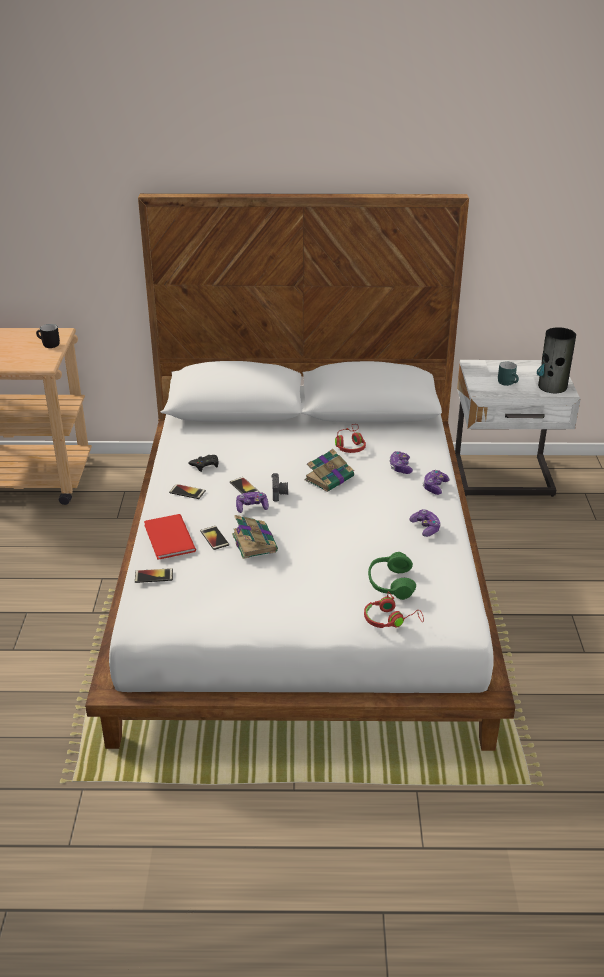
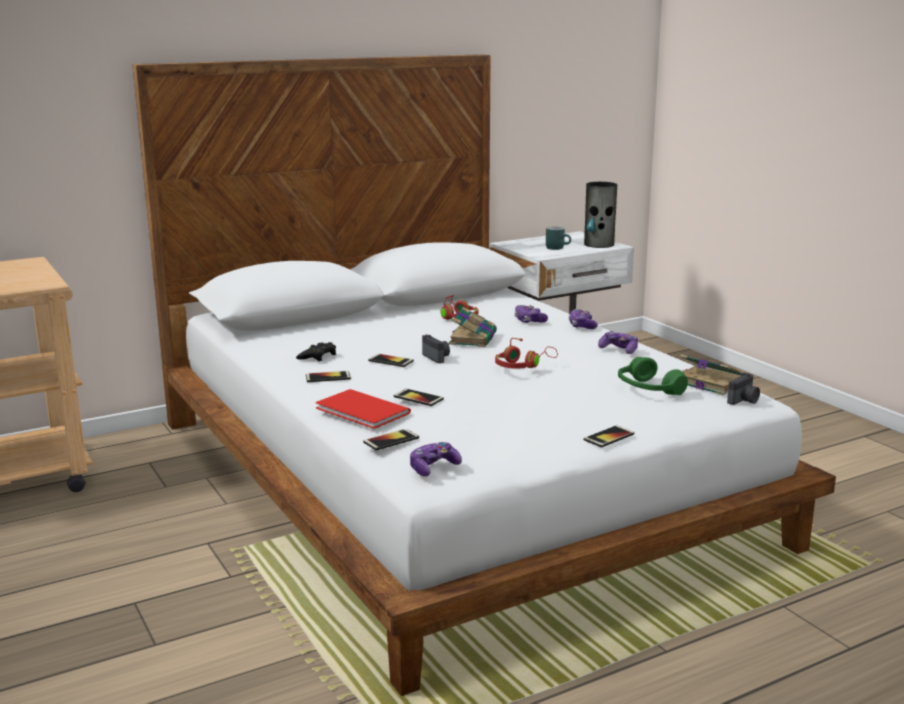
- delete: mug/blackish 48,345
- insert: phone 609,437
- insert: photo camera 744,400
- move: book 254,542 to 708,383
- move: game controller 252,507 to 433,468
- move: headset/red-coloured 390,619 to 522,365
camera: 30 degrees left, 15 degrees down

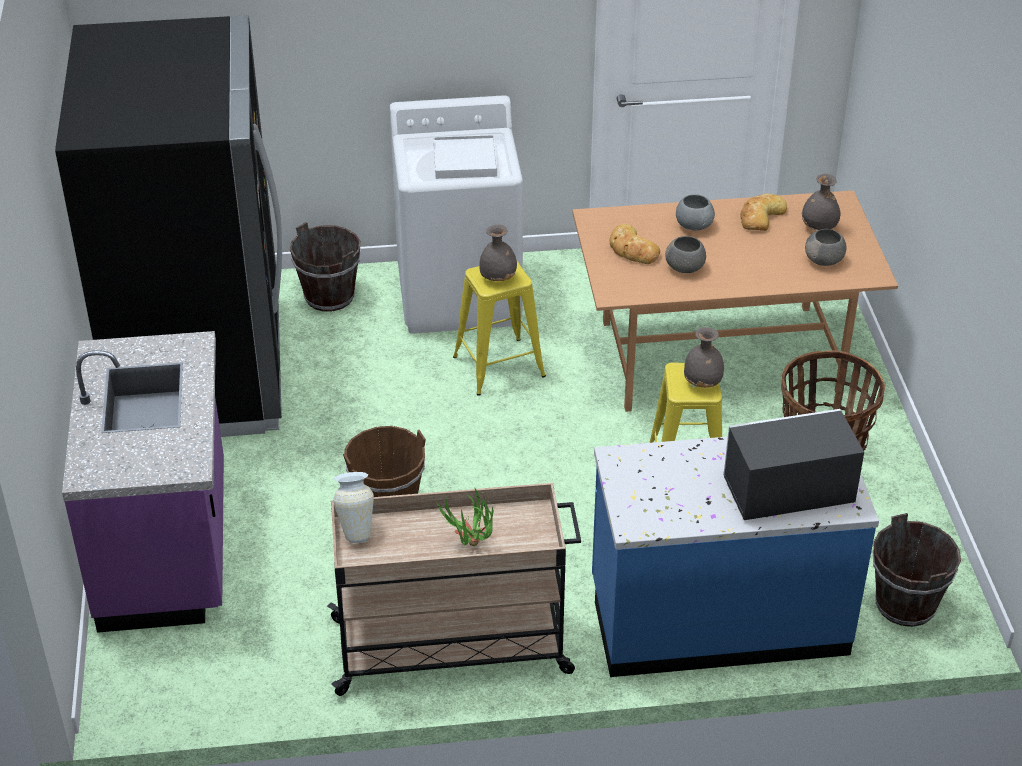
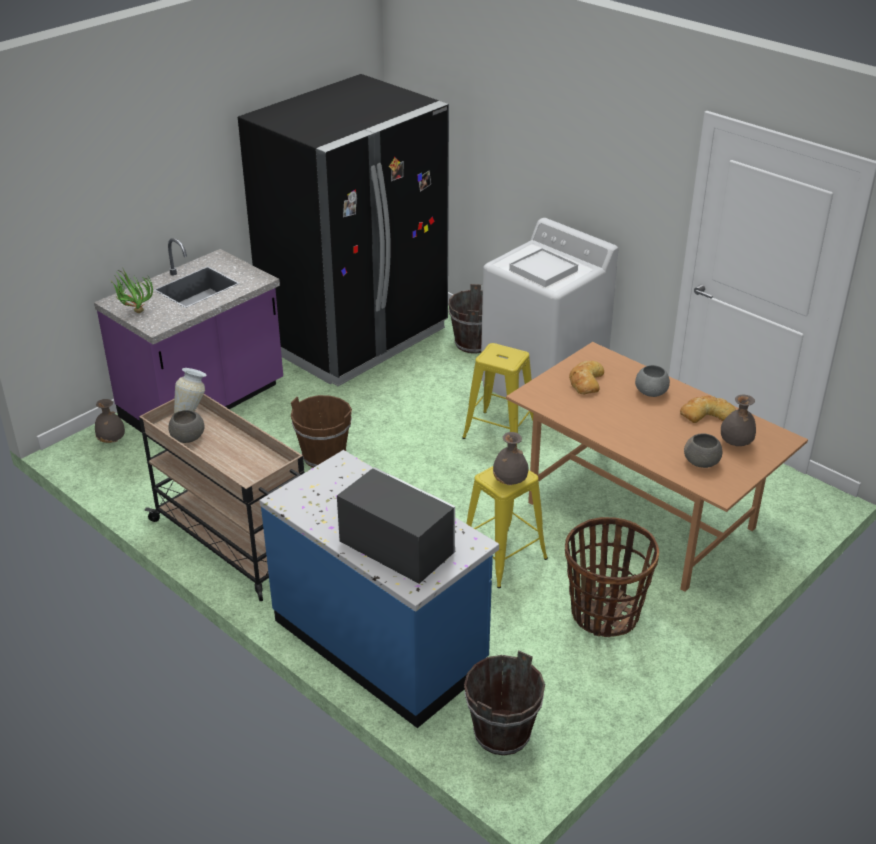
- move: houseplant 470,549 to 134,313
- move: flower vase/grey 498,278 to 112,440
- move: bowl/grey 685,267 to 187,438
camera: 50 degrees right, 5 degrees down

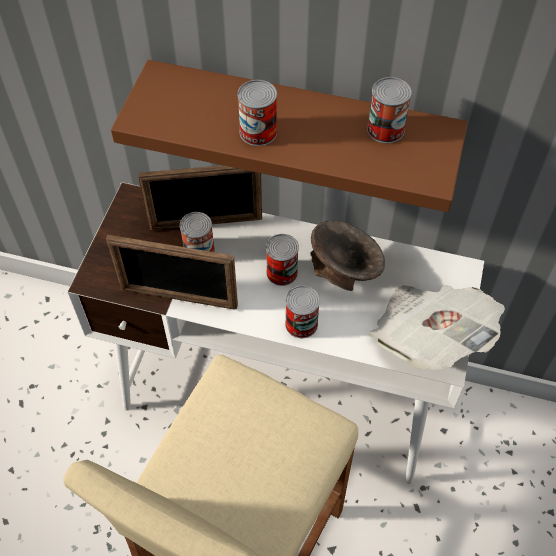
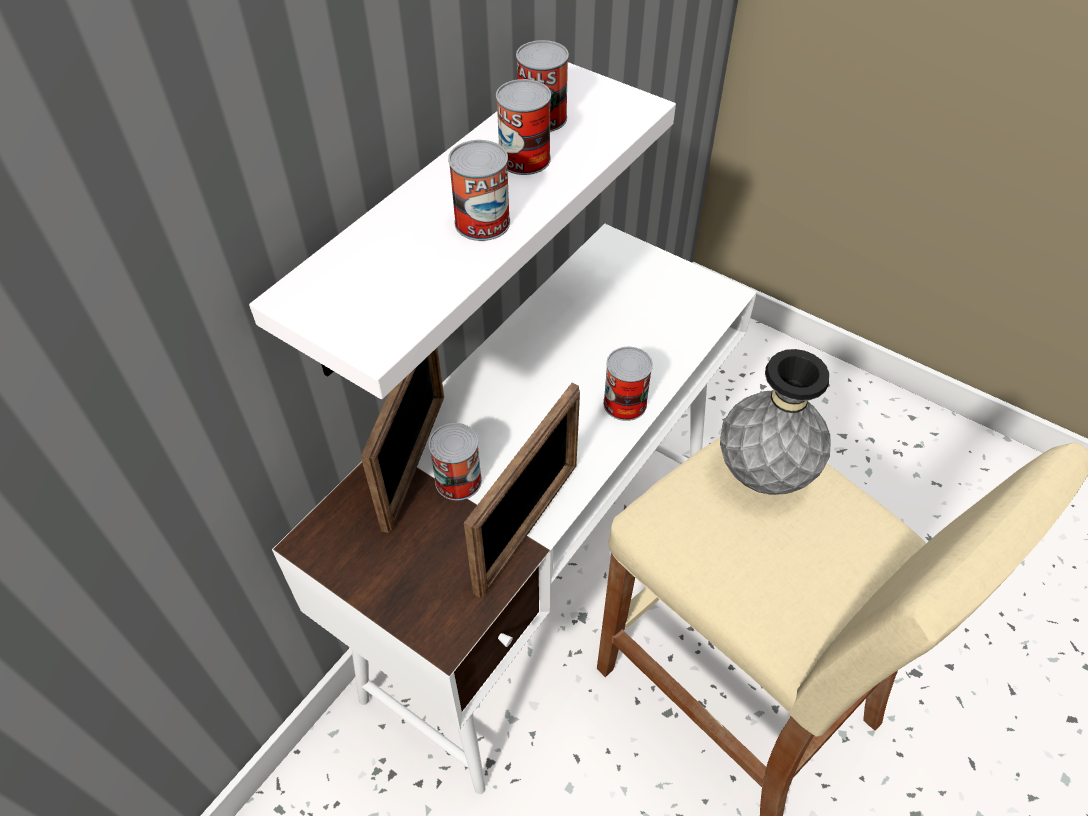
- delete: bowl/grey 344,271
- delete: daily paper 429,337
- insert: flower vase/grey 763,473
- move: sealed can 282,272 to 524,159
- recolor: shelf/brown-coloured 301,124 to shelf/whitish 433,222
camera: 70 degrees left, 5 degrees down

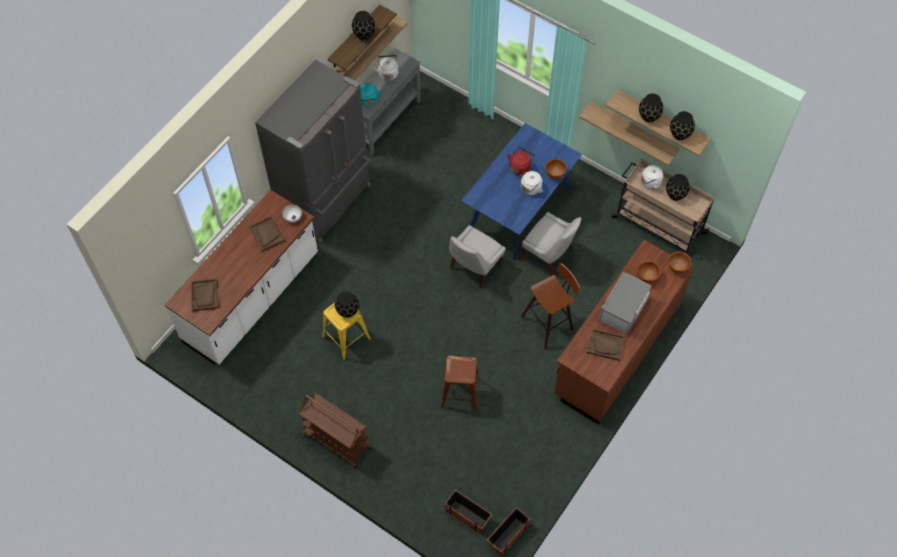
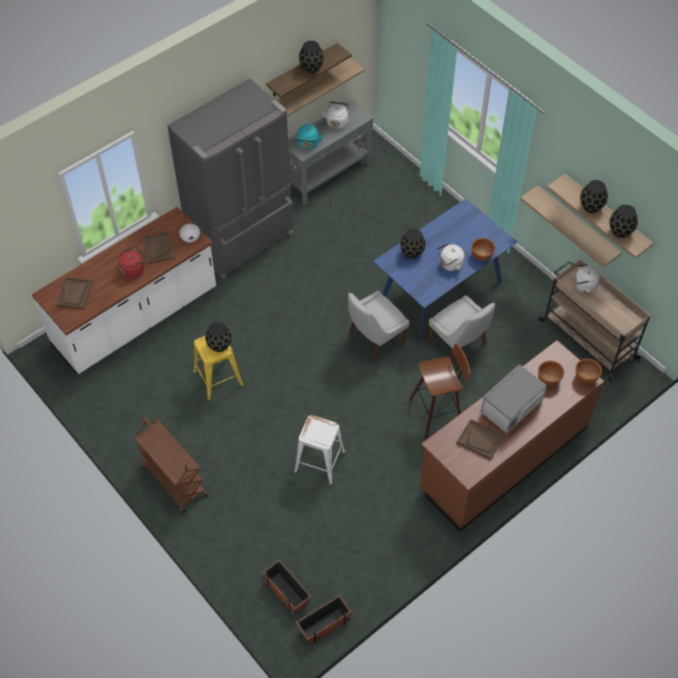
- move: kettle/red-coloured 520,167 to 134,269
- move: flower vase/blackish 676,195 to 412,253
- recolor: sitting stool/brown-coloured 460,393 to sitting stool/whitish 319,462
camera: 15 degrees right, 5 degrees down

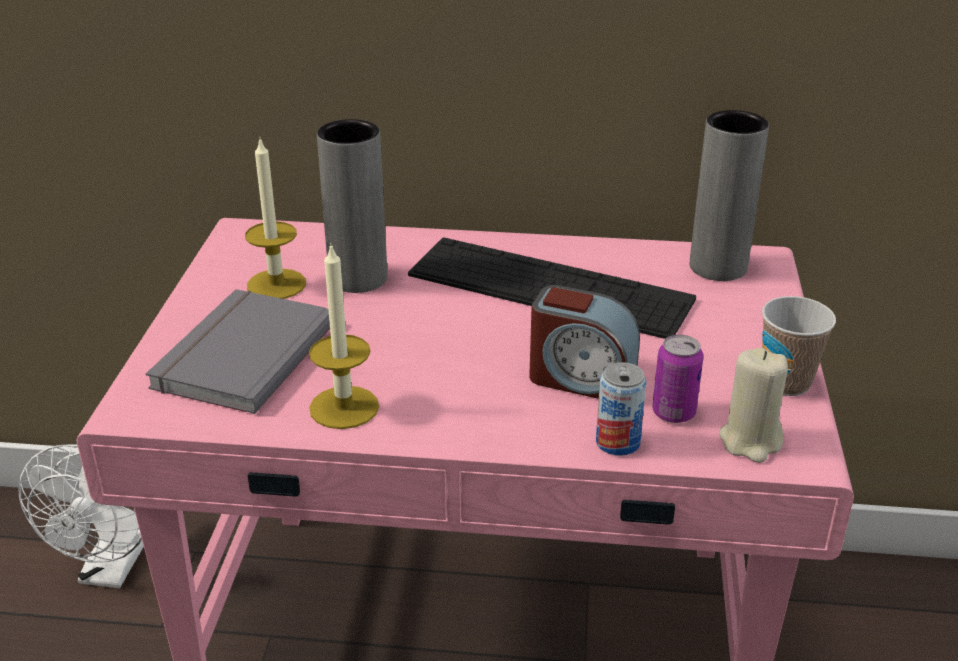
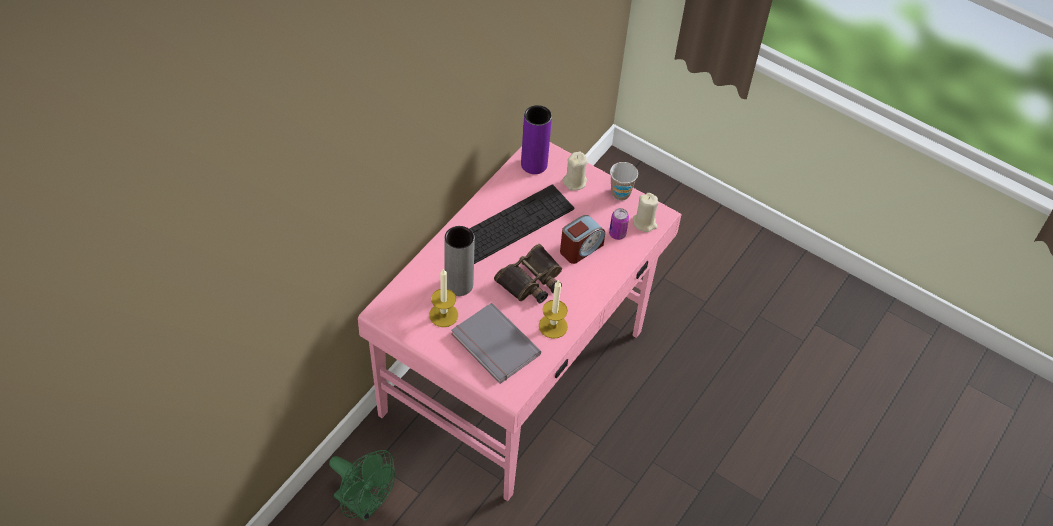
- delete: sealed can 617,442
- insert: pair of binoculars 532,281
- insert: candle/beige 575,182
- recolor: cooling fan/whitish 111,570 to cooling fan/green-coloured 364,505
- recolor: flower vase/grey 718,267 to flower vase/purplish 534,164
camera: 65 degrees left, 20 degrees up

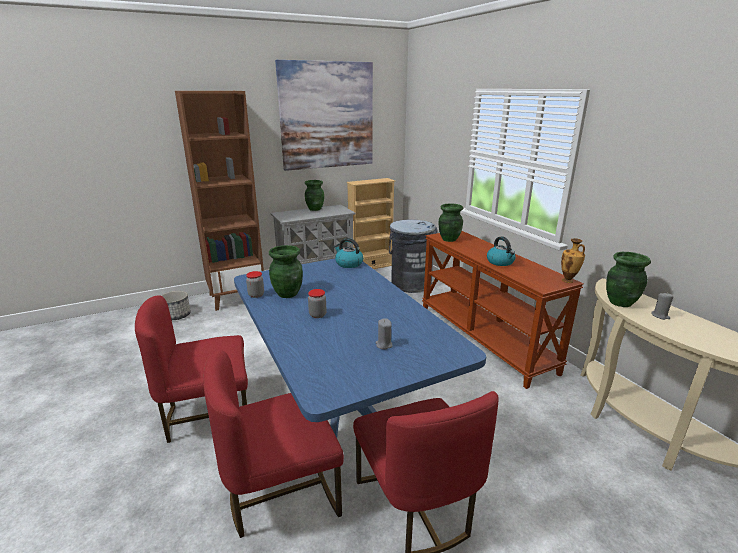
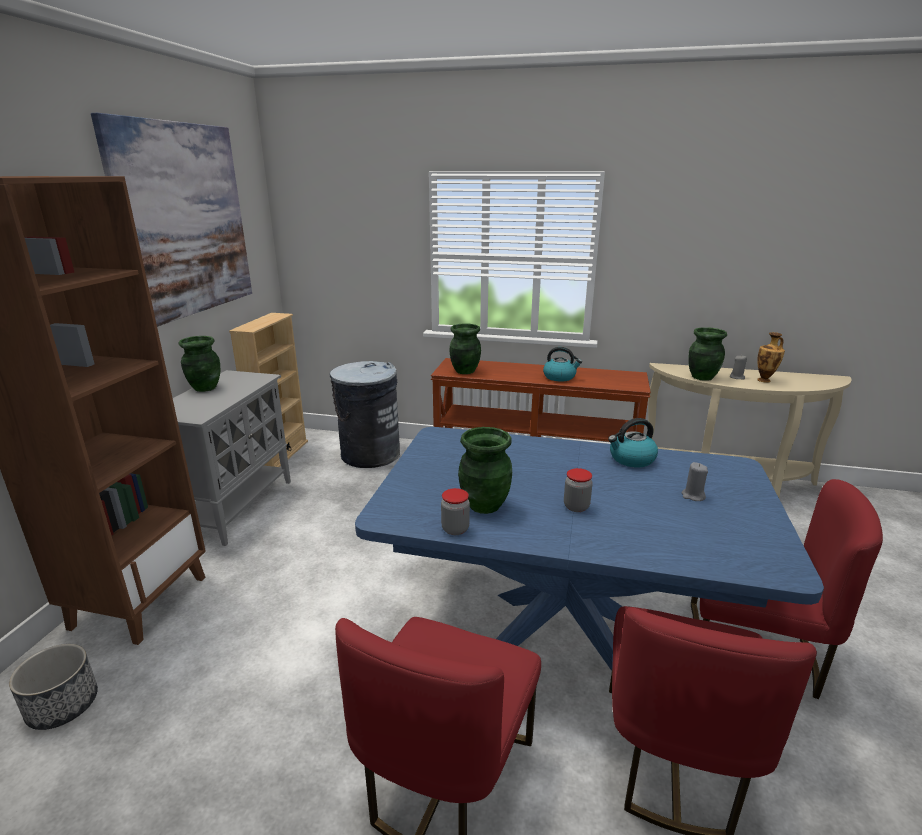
- move: kettle 348,264 to 631,459
- move: flower vase 568,281 to 765,380
camera: 50 degrees left, 0 degrees up

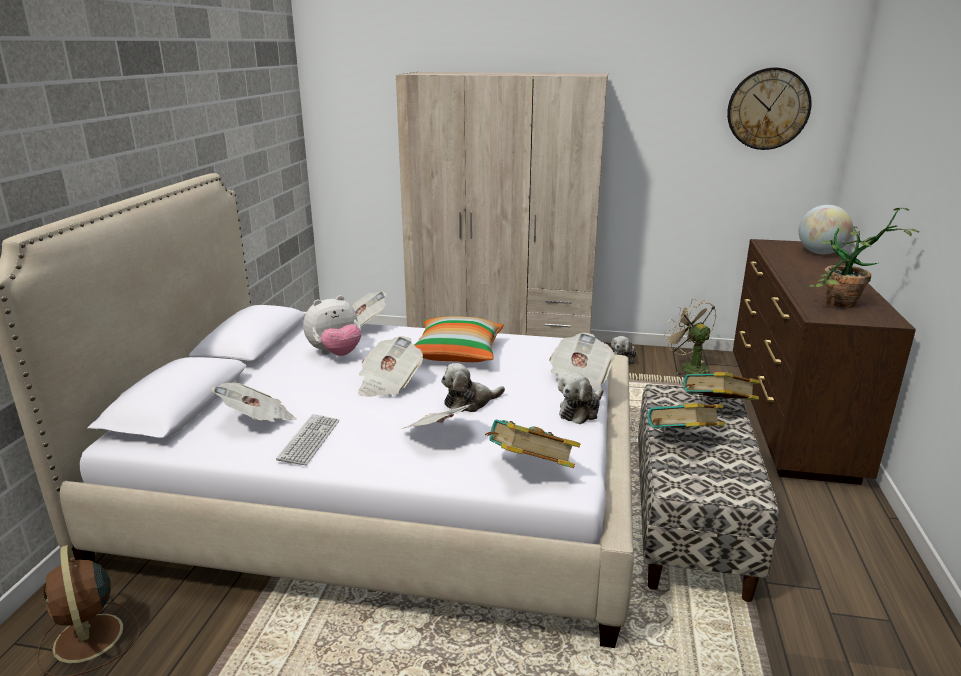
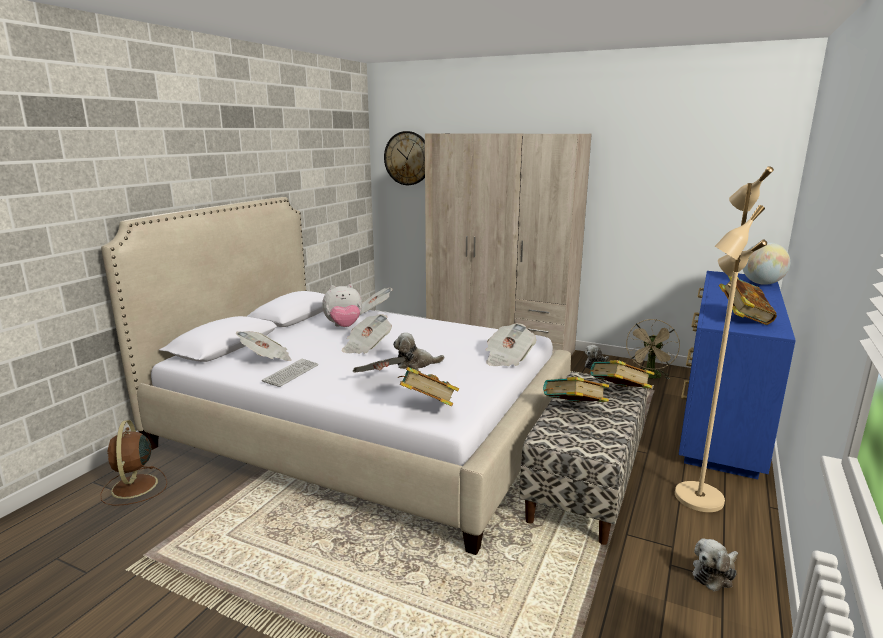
- delete: cushion 456,353
- insert: floor lamp/beige 697,497
- move: soft toy 580,411 to 714,574
- move: wall clock 768,109 to 407,158
- replace: houseplant 843,306 to book 743,319
- recolor: chest of drawers/brown-coloured 789,415 to chest of drawers/bluish 721,420
- rotate: cooling fan/beige 688,367 = 649,376 135 degrees counterclockwise
camera: 15 degrees right, 5 degrees down

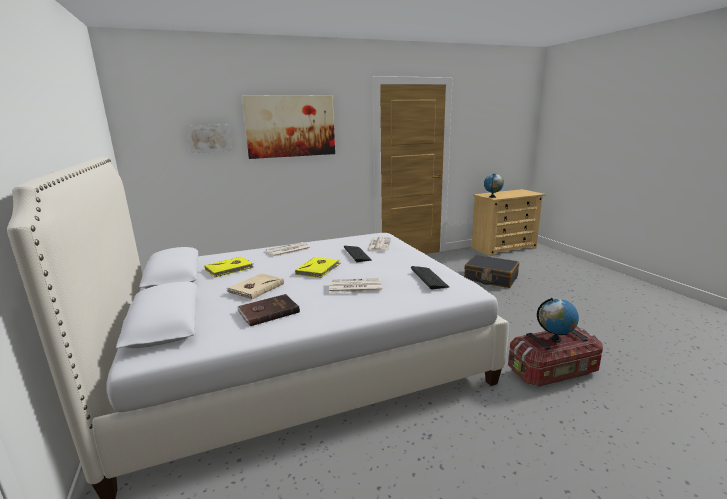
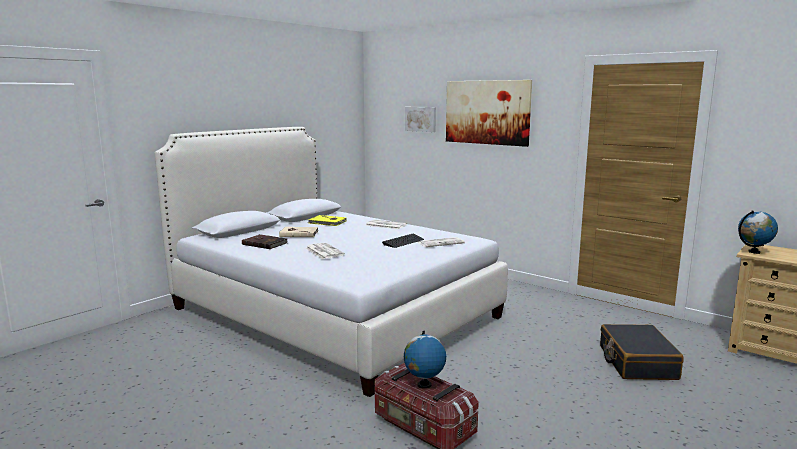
- delete: book/yellow 318,269
- delete: keyboard 429,278
camera: 60 degrees right, 5 degrees down

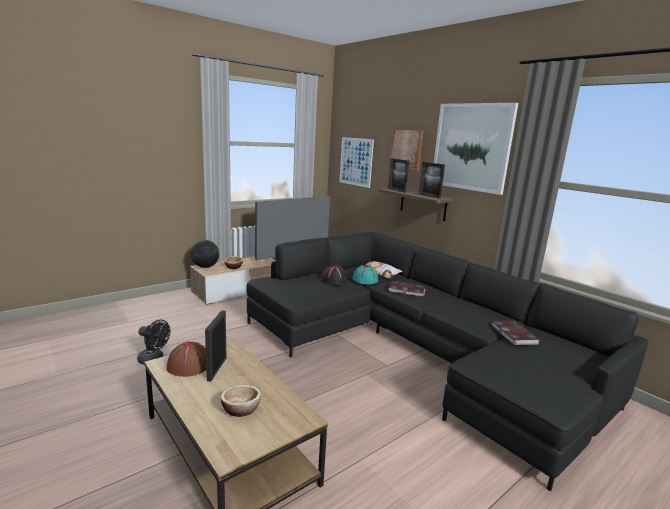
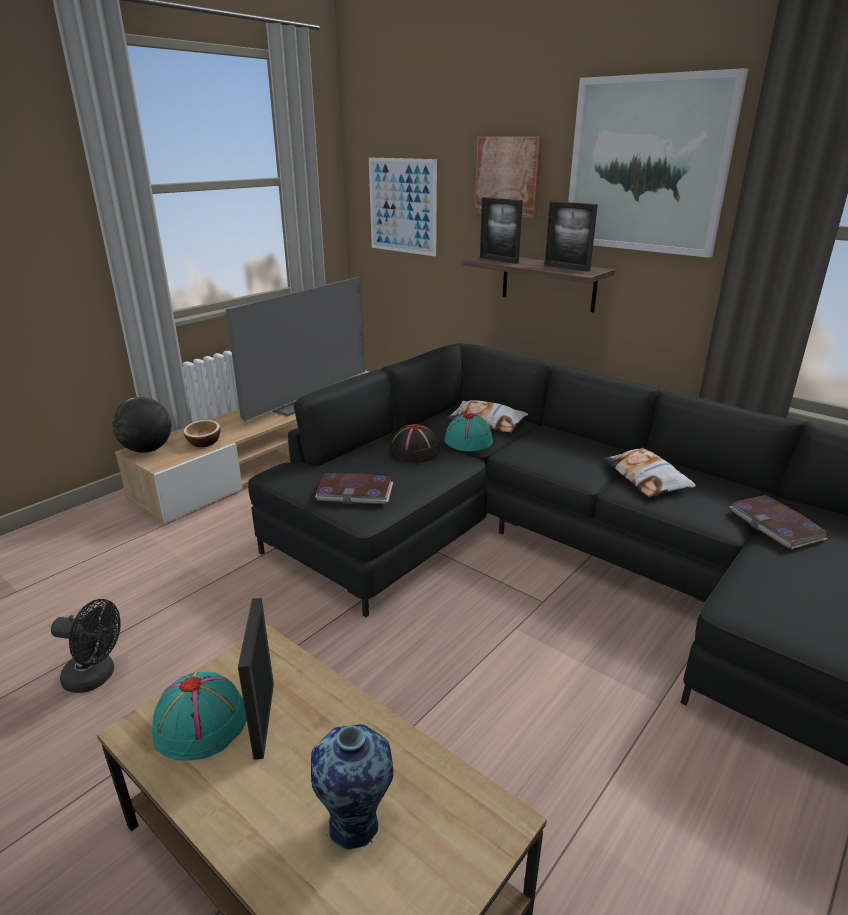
- insert: cushion 646,478
- move: book 407,290 to 355,492
- replace: bowl 241,409 to flower vase 356,826
- recolor: clothing hat/brown-coloured 189,365 to clothing hat/turquoise-coloured 201,723
camera: 10 degrees left, 10 degrees up

